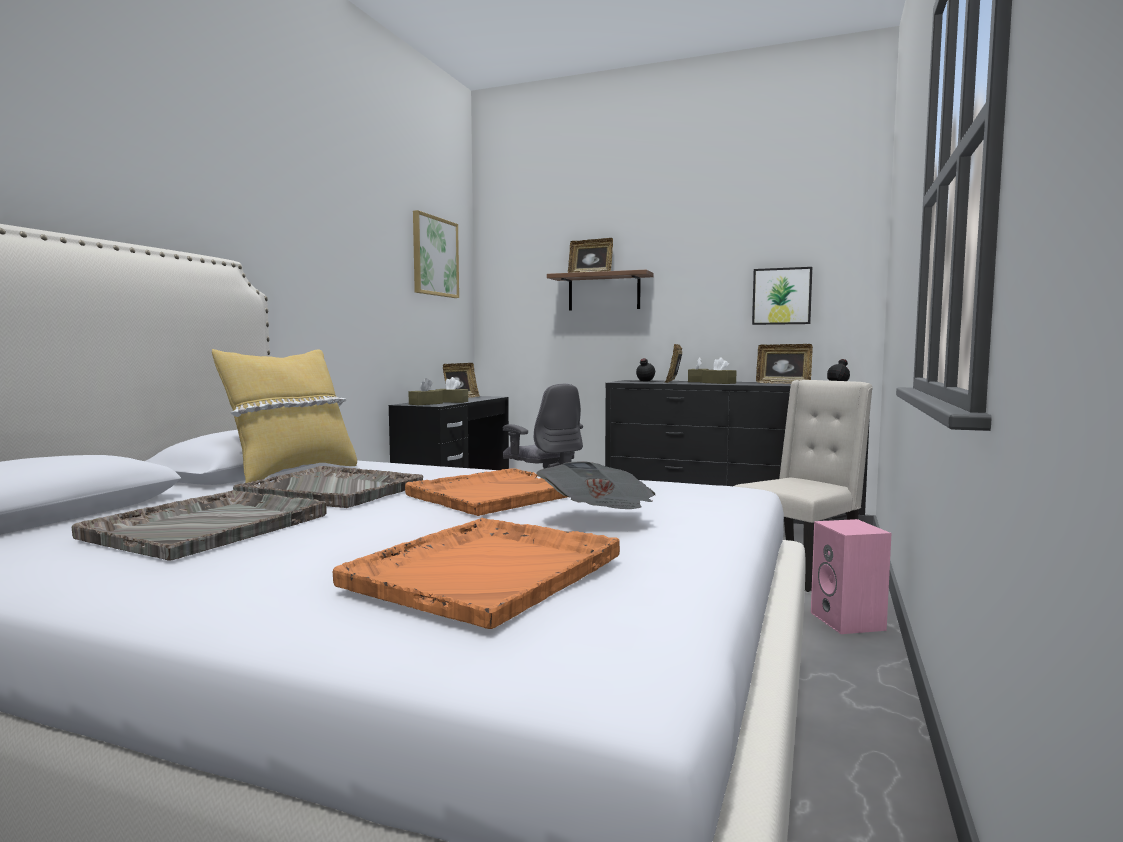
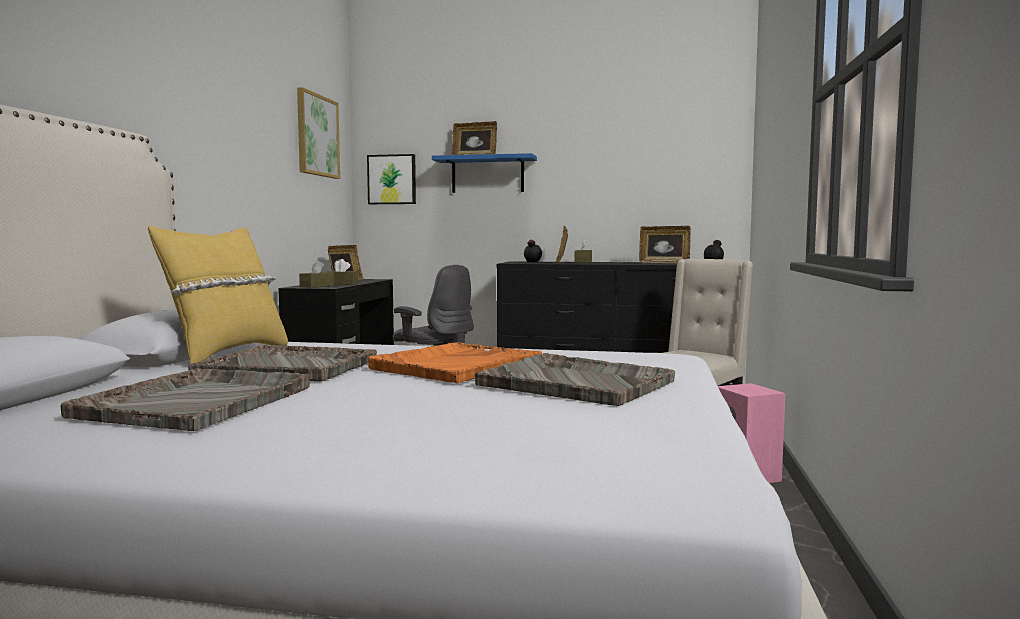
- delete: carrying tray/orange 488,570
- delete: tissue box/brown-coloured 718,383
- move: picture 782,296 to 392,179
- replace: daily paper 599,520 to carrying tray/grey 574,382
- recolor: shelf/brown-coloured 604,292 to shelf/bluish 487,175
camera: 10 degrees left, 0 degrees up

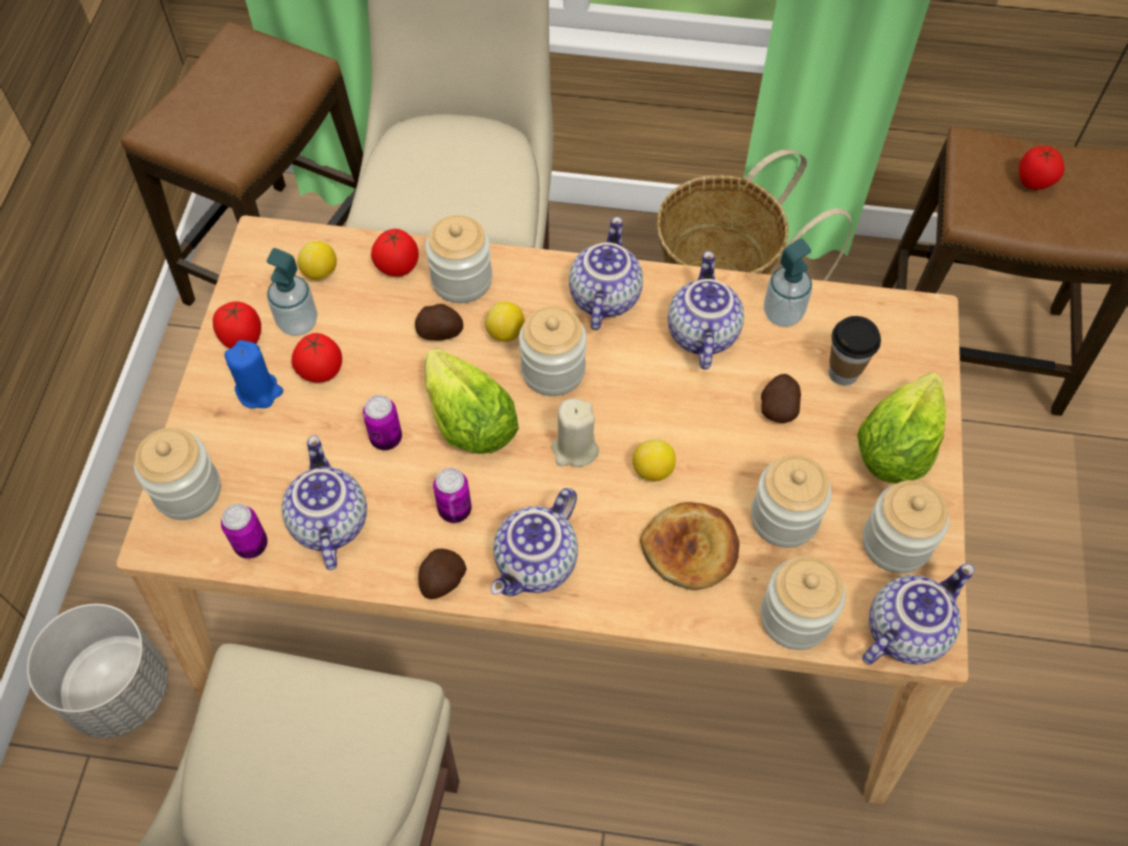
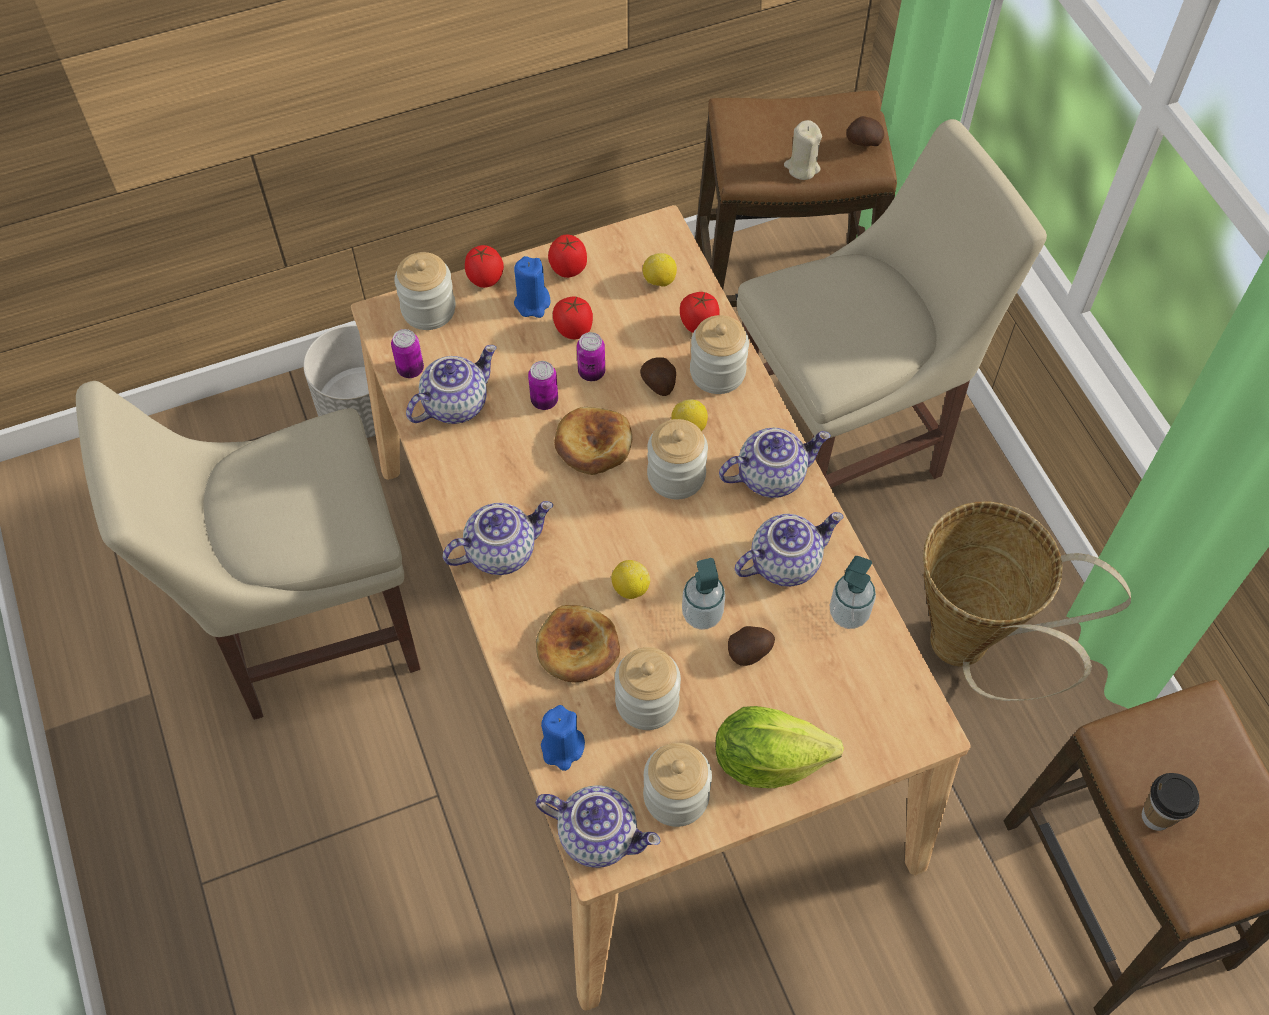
- move: soap dispenser 298,322 to 702,614
- move: spud 441,581 to 863,142
- move: sealed can 455,510 to 591,372
- move: candle/beige 574,449 to 802,167
- move: drinking cup 843,373 to 1156,816
- move: whole tomato 1034,182 to 485,280
- replace: lettuce head 468,421 to bakery bread 593,443
- replace: preserve jar 795,617 to candle/bluish 562,748
- rotate: pot for tea 537,564 = 501,550 150 degrees clockwise
camera: 60 degrees right, 0 degrees up

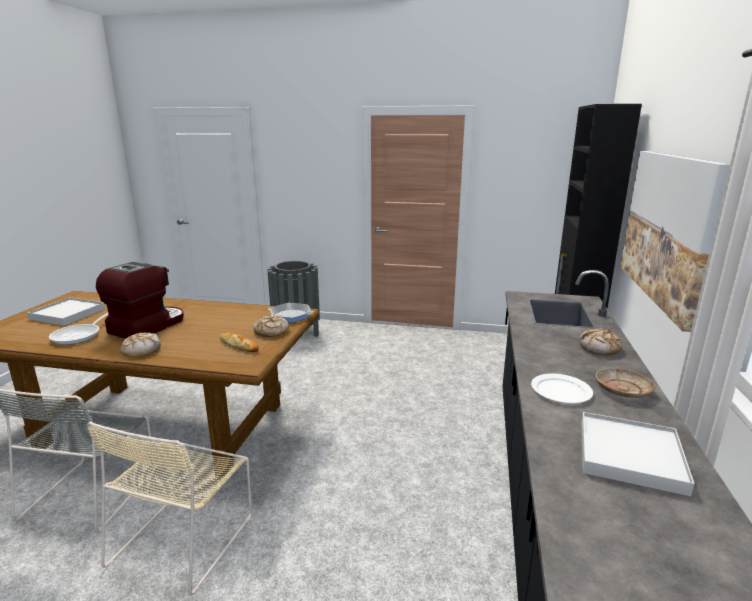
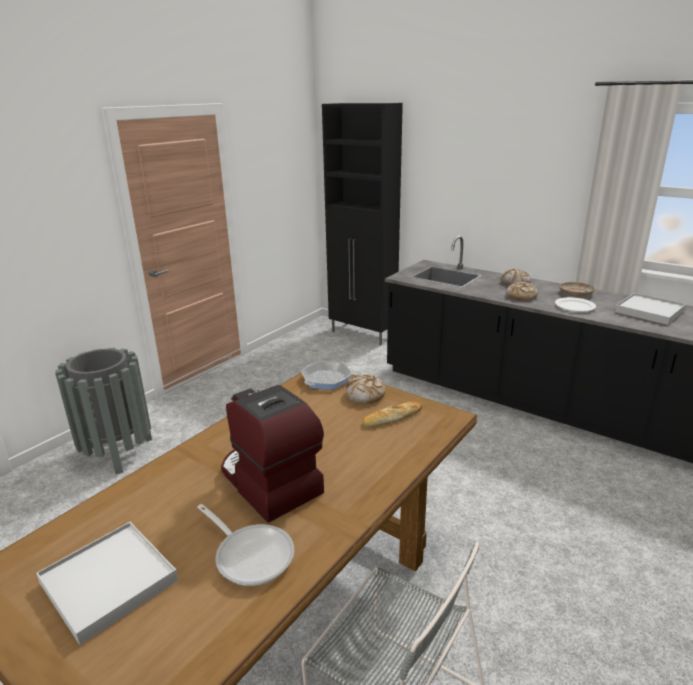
- delete: upright chair/beige 185,537
- delete: picture 668,228
- move: bakery bread 141,350 to 521,296
camera: 65 degrees left, 5 degrees up

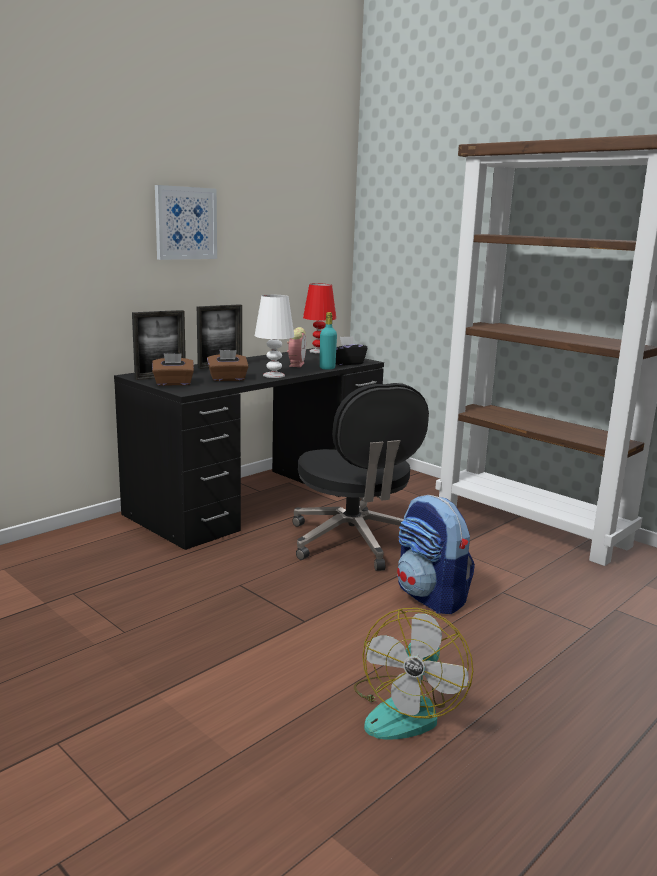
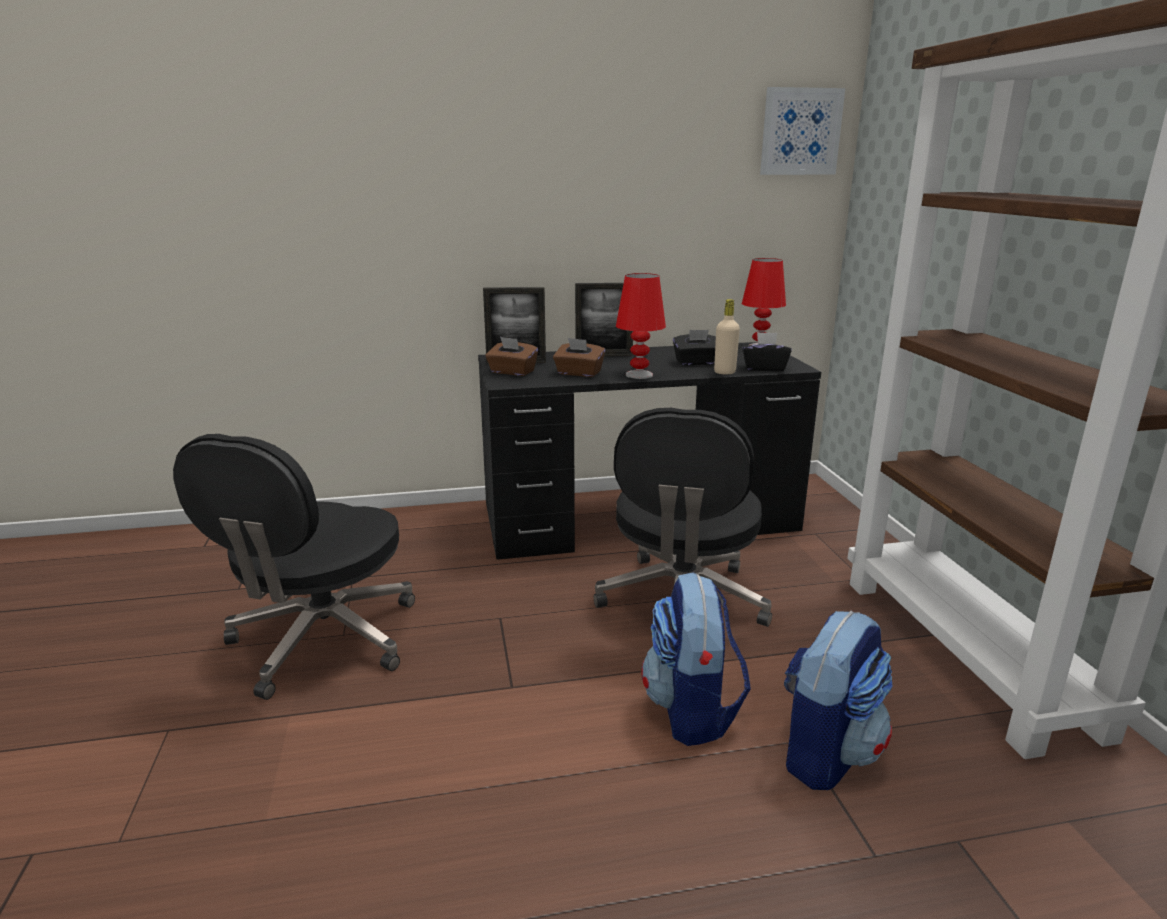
- delete: cooling fan 406,709
- insert: computer chair/blackish 322,641
- insert: knapsack 826,752
- move: picture 185,223 to 800,132
- replace: table clock 296,364 to tissue box/blackish 696,362
- recolor: lamp for a table/whitish 274,375 to lamp for a table/red-coloured 639,375
- recolor: beverage bottle/turquoise-coloured 327,368 to beverage bottle/beige 724,372
camera: 35 degrees right, 5 degrees up

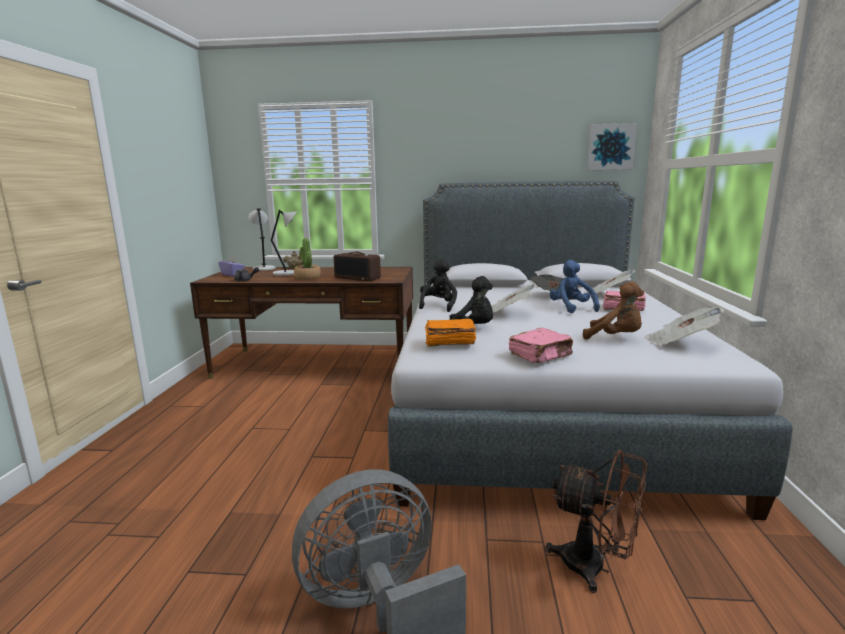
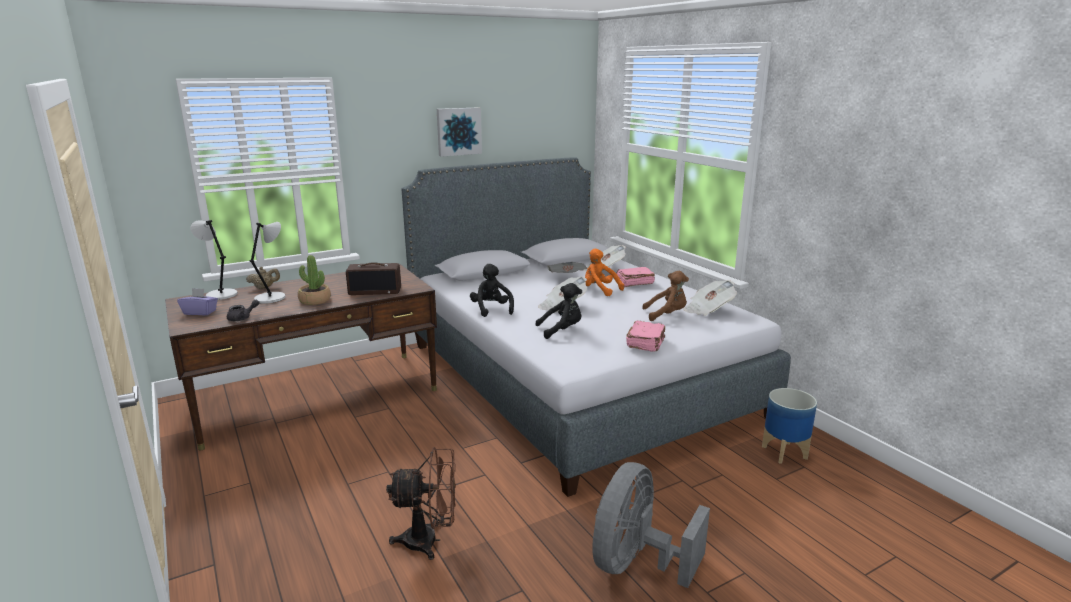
- delete: book/orange 449,342
- insert: planter 785,452
- move: cooling fan/brown-coloured 595,567 to 429,541
- move: picture 610,147 to 458,131
- recolor: soft toy/bluish 571,308 to soft toy/orange 599,290
camera: 35 degrees left, 5 degrees up

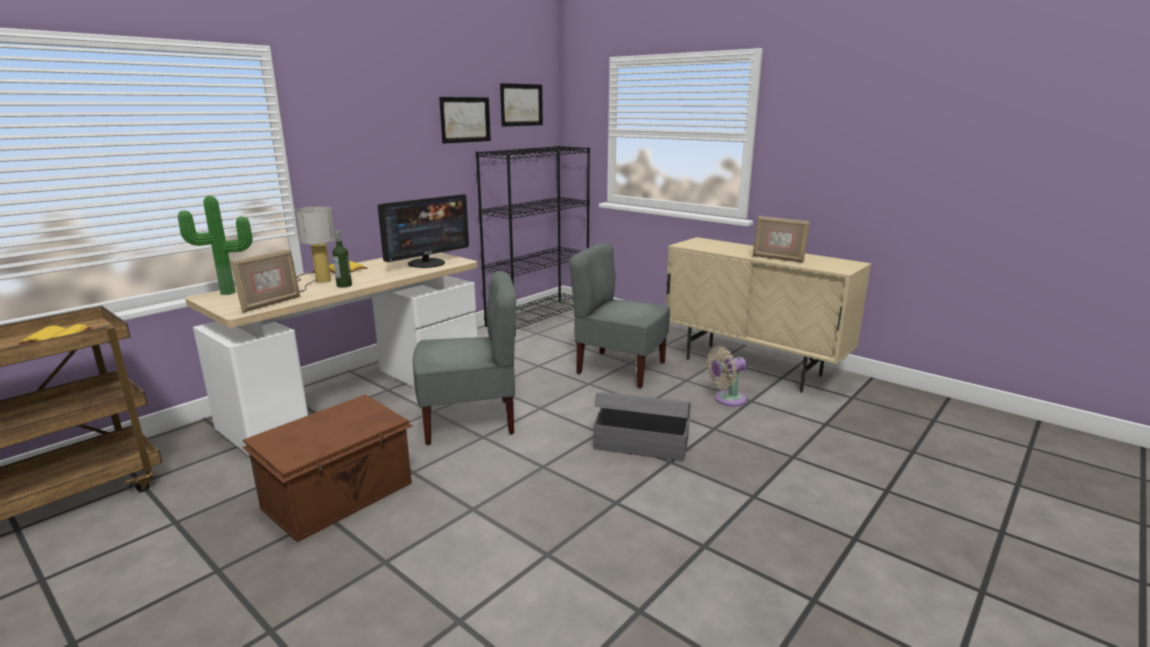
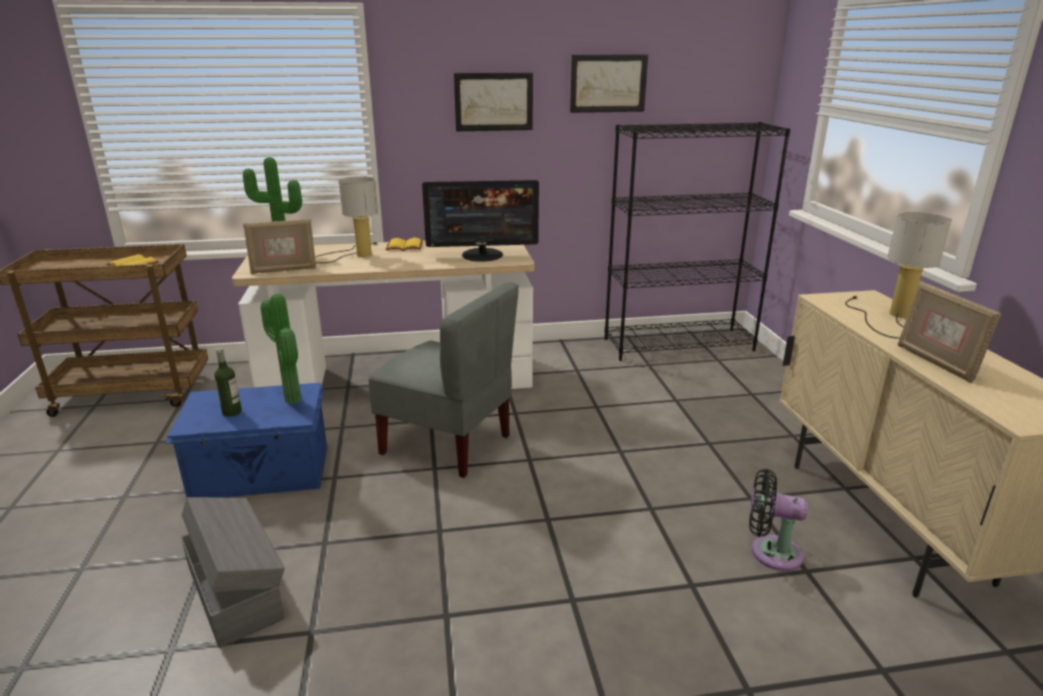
- delete: upright chair/grey 620,369
- insert: houseplant 290,401
- insert: lamp for a table 890,316
- move: beverage bottle 344,285 to 232,412
- move: picture 521,105 to 494,102
- move: storage container/grey 640,443 to 236,590
- recolor: storage container/brown-coloured 340,496 to storage container/bluish 262,473
- recolor: cooling fan/beige 727,399 to cooling fan/blackish 770,552
camera: 40 degrees right, 5 degrees up

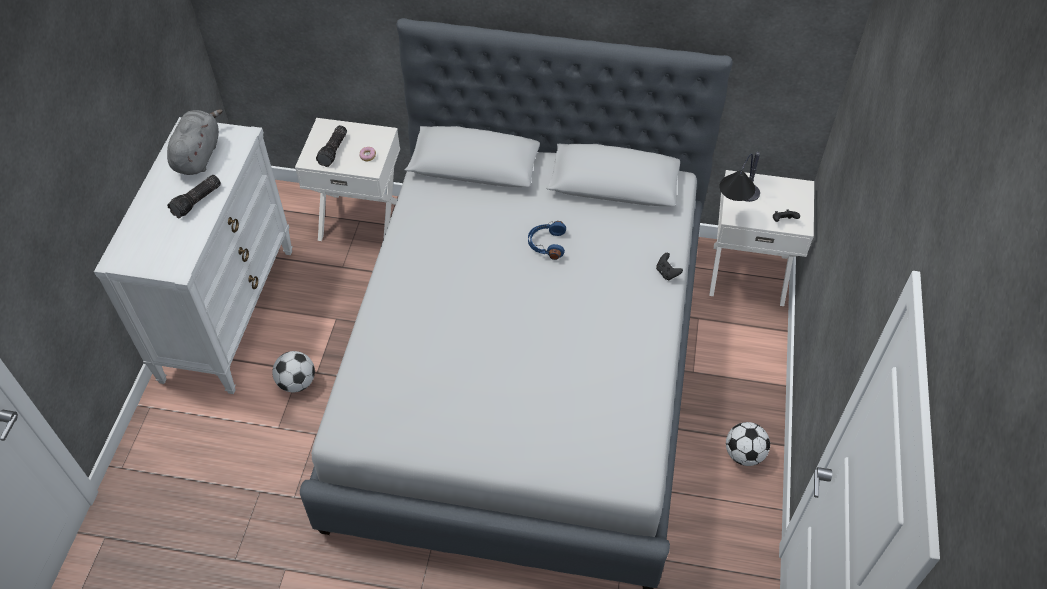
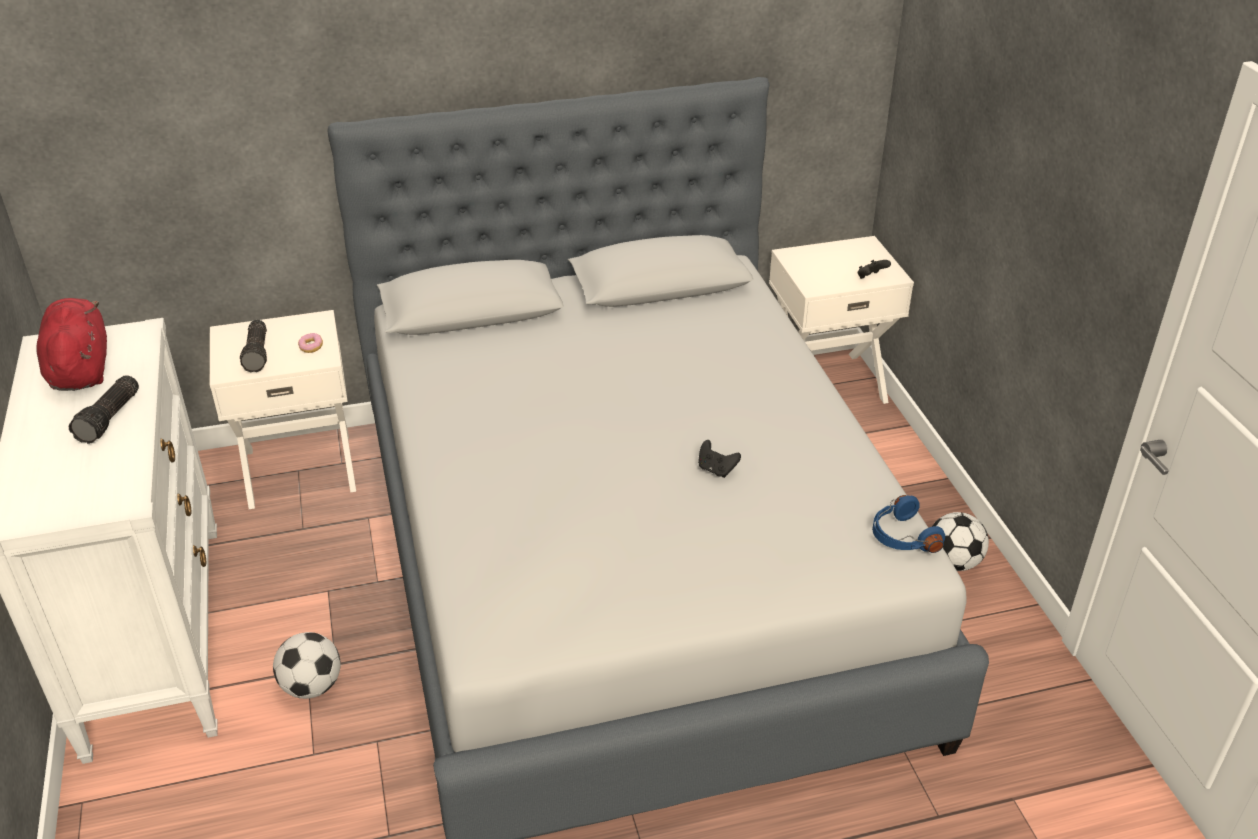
- delete: lamp for a table 736,208
- move: headset/bluish 546,244 to 902,537
- move: game controller/blackish 667,273 to 716,469
- recolor: soft toy/grey 198,155 to soft toy/red-coloured 80,369
camera: 25 degrees left, 15 degrees down

